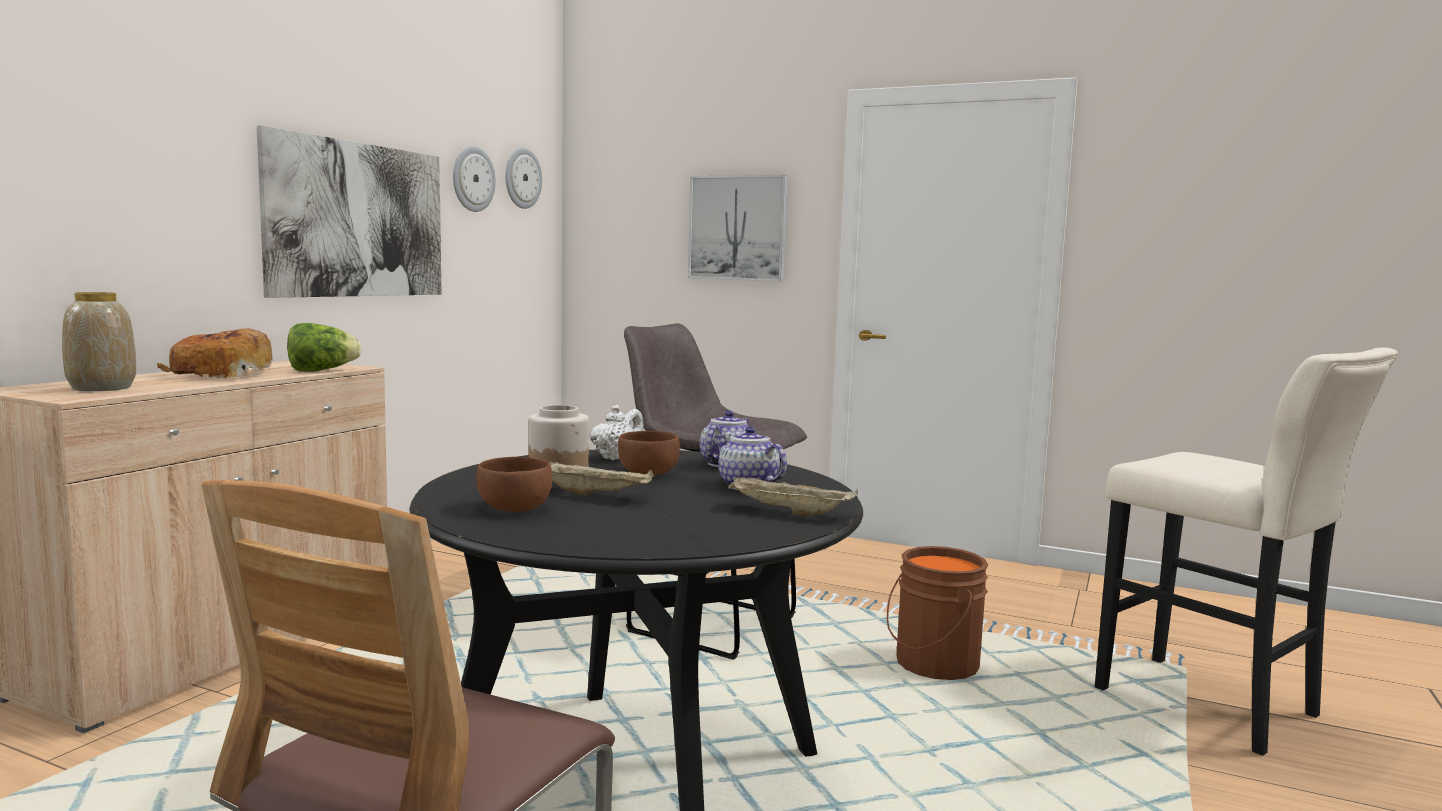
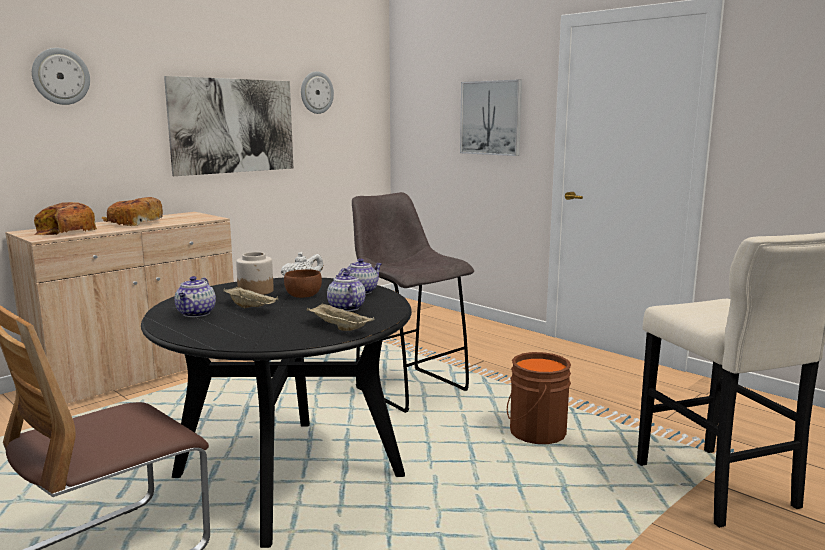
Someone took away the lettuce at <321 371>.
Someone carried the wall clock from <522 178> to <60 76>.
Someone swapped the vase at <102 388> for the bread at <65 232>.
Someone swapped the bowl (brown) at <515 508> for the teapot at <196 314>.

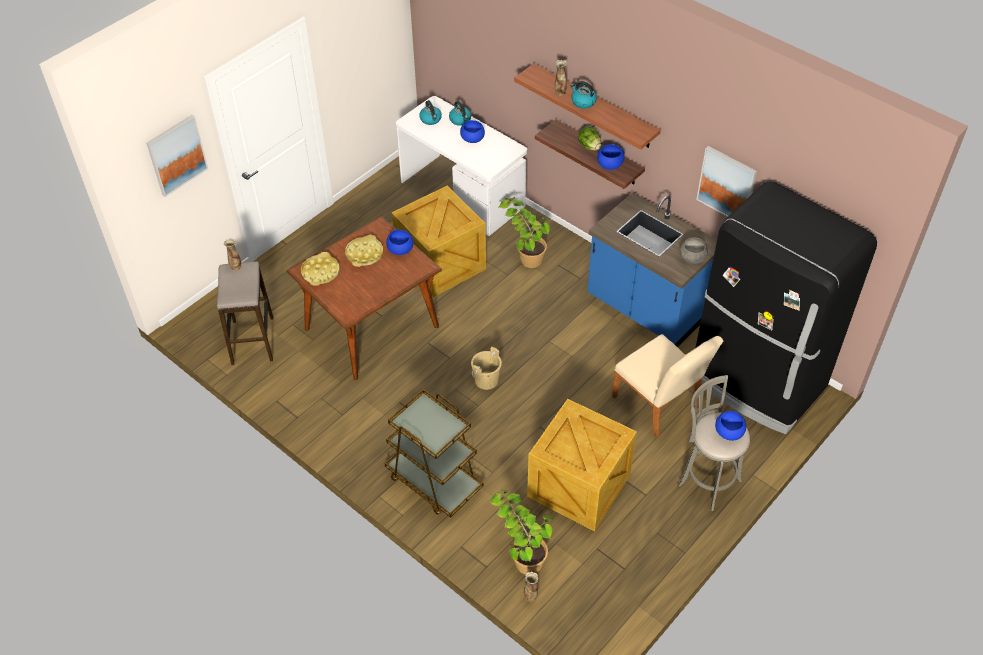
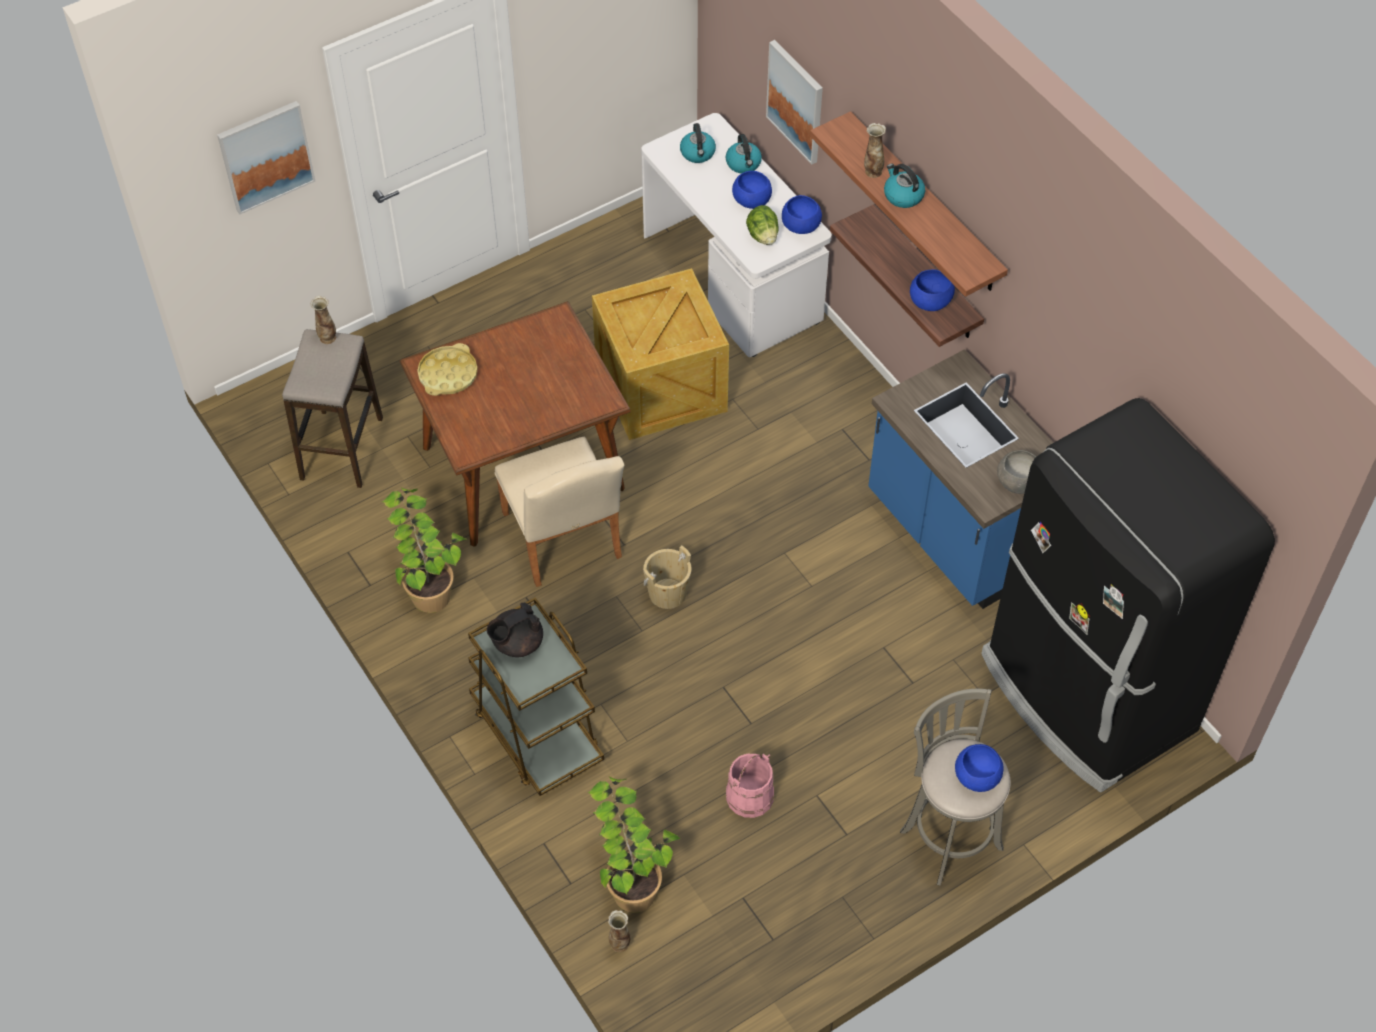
Someone took away the tray (yellow) at <364 254>.
Someone put down the teapot (black) at <516 643>.
Someone carried the bowl (blue) from <400 249> to <800 225>.
Someone carried the potted plant from <525 252> to <428 579>.
Someone carried the lettuce from <589 146> to <763 236>.
Someone carried the chair (beige) from <660 405> to <564 541>.
Someone carried the picture from <727 184> to <796 101>.
Someone swapped the crate at <579 487> for the bucket (pink) at <750 796>.

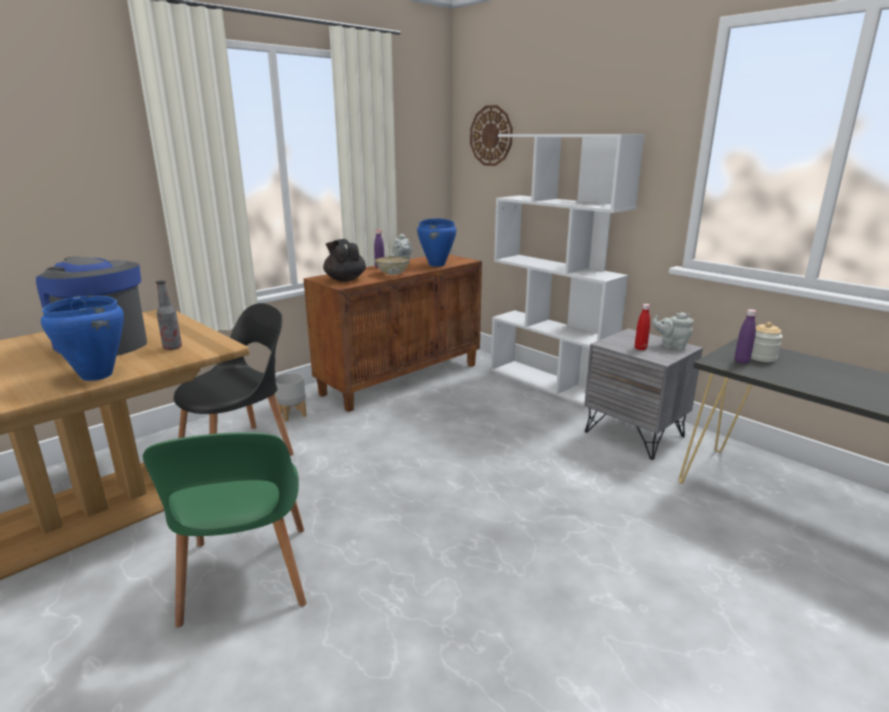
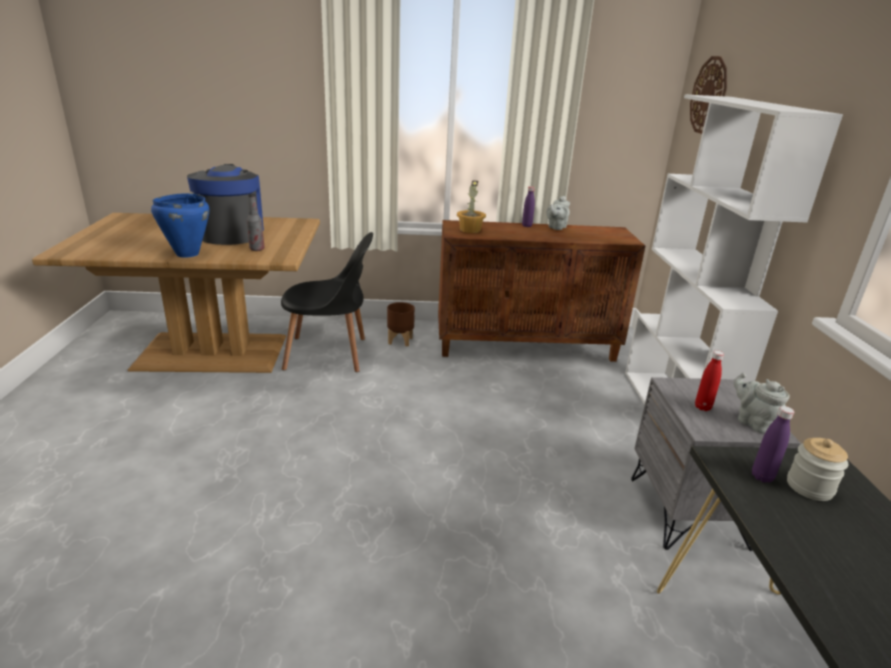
Someone took away the chair (green) at <246 578>.
Someone took away the bowl at <393 273>.
Someone took away the cooking pot (blue) at <437 264>.
Someone swapped the teapot (black) at <345 279> for the potted plant at <470 229>.
Someone repainted the planter (grey) at <292 415>, which became the planter (brown) at <400 341>.

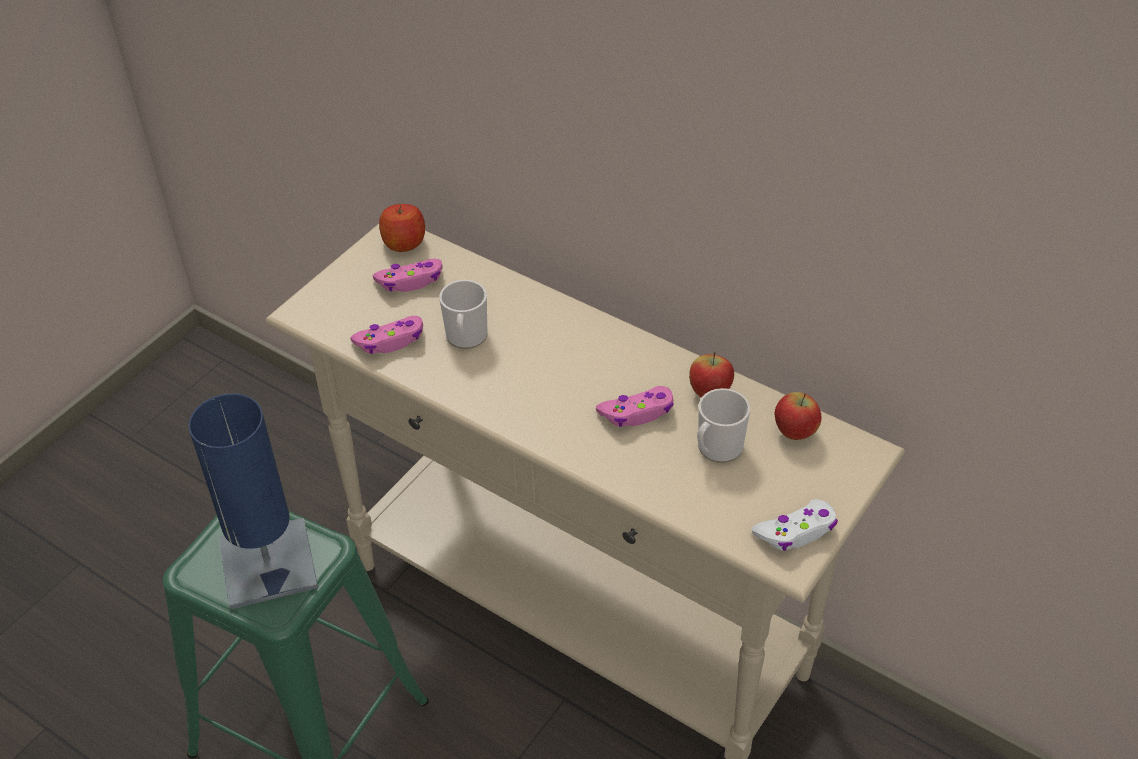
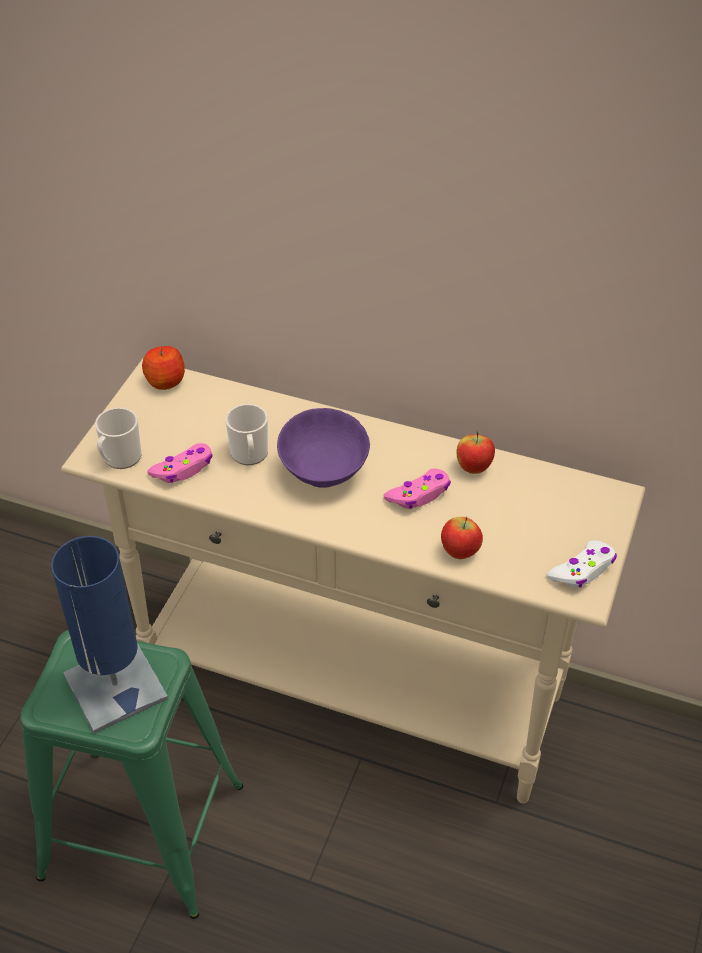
Someone took away the game controller (pink) at <411 281>.
Someone put down the bowl (purple) at <322 474>.
Someone carried the mug from <716 449> to <119 459>.
Someone carried the apple from <794 433> to <459 552>.

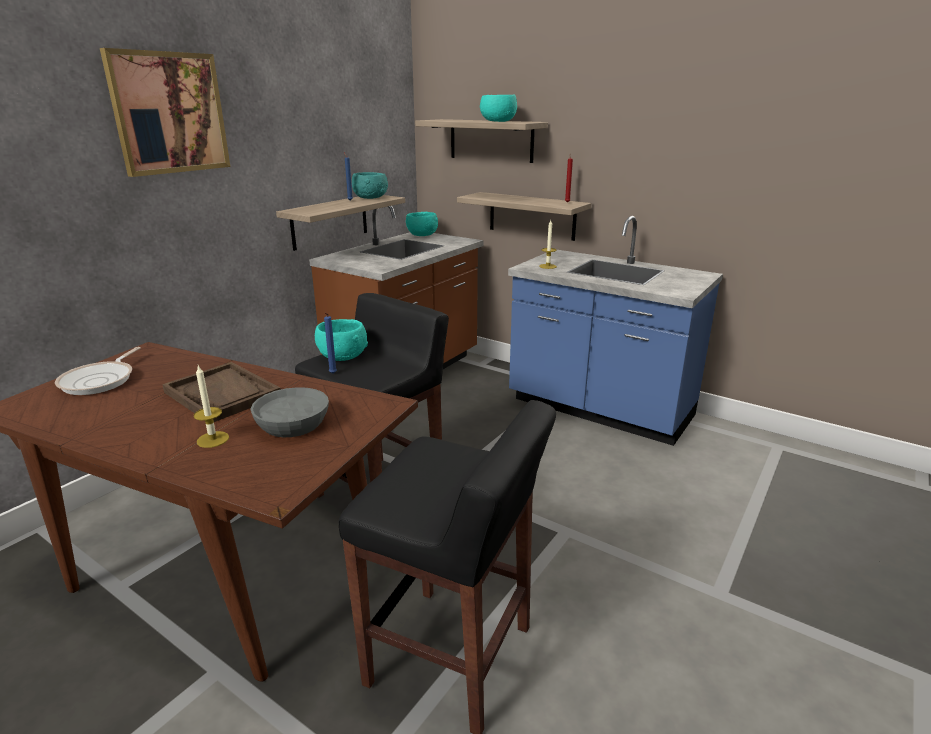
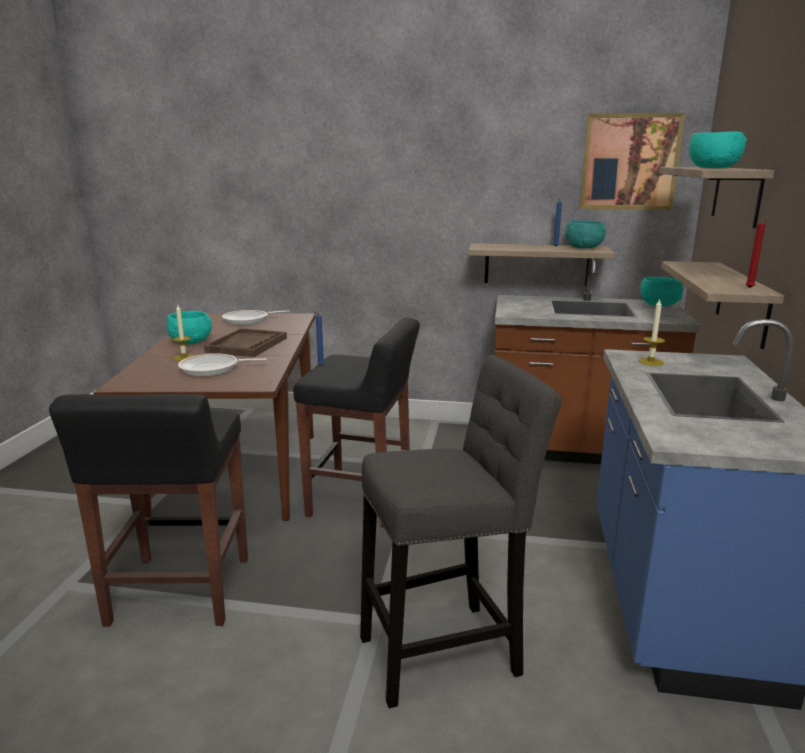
Someone put down the stool (grey) at <447 652>.
Someone carried the picture from <169 113> to <629 162>.
Someone carried the bowl (turquoise) from <342 356> to <191 341>.
Someone swapped the bowl (grey) at <294 424> for the frying pan at <212 369>.

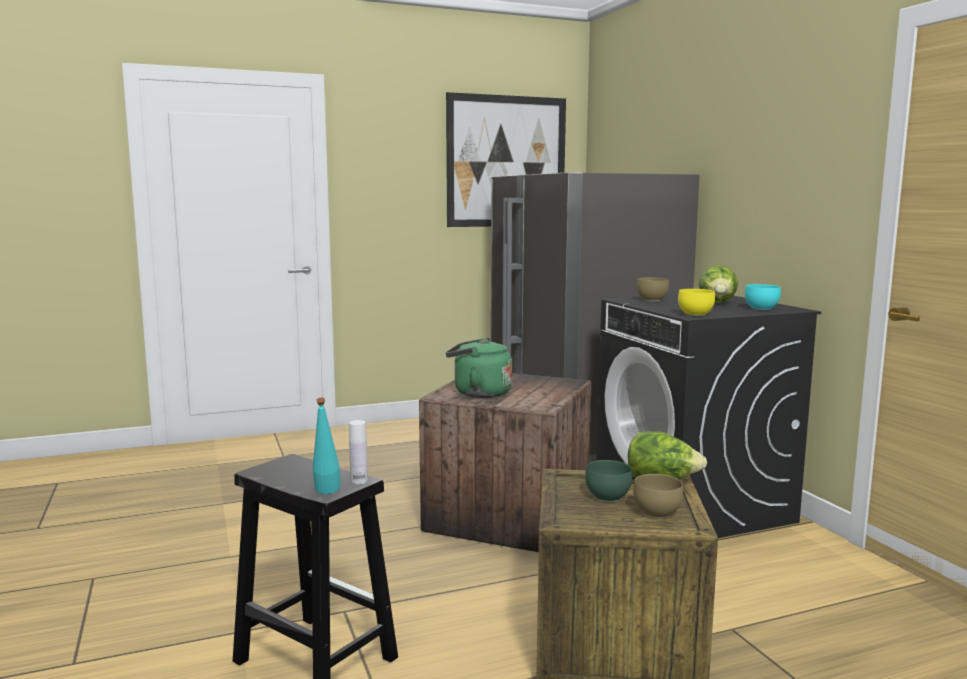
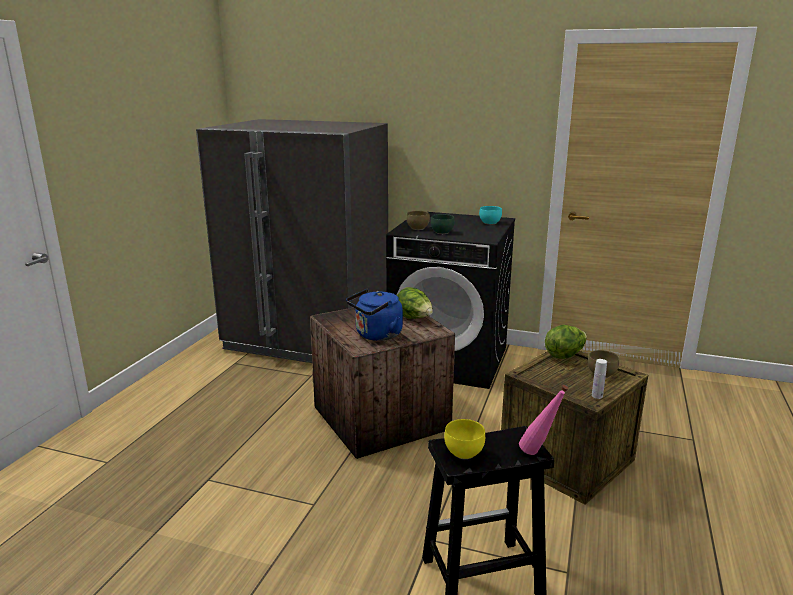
Someone took away the picture at <506 162>.
Someone carried the bottle (white) from <359 481> to <597 396>.
Someone carried the bowl (green) from <606 496> to <441 232>.
Someone carried the bowl (yellow) from <695 315> to <464 454>.
Someone carried the lettuce from <717 303> to <414 318>.
Someone repainted the bottle (turquoise) at <326 495>, which became the bottle (pink) at <539 454>.
Someone repainted the kettle (green) at <478 393>, which became the kettle (blue) at <376 335>.

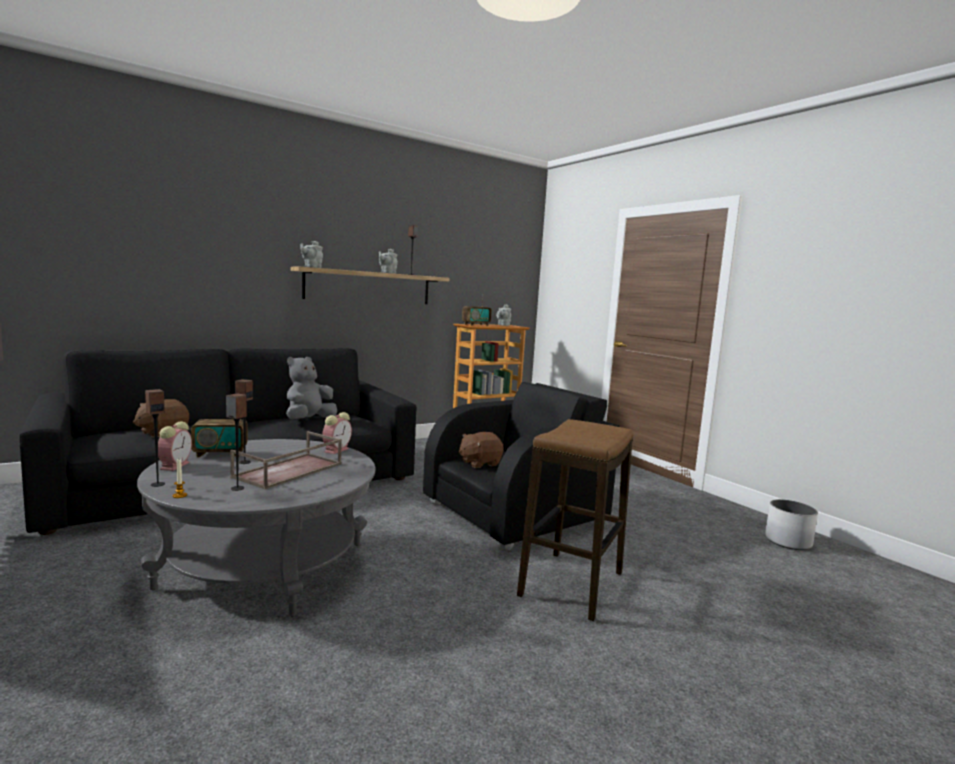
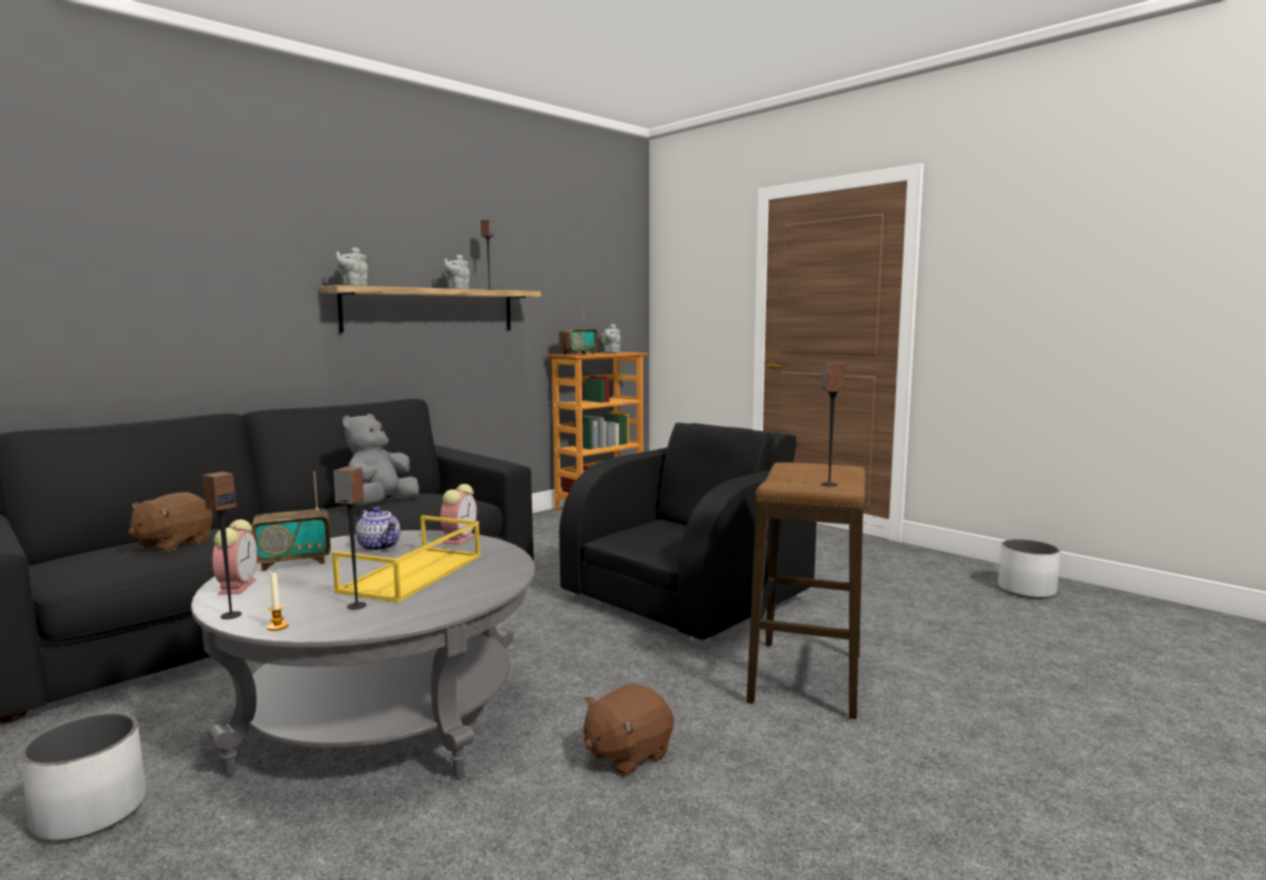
Someone put down the planter (white) at <90 813>.
Someone put down the teapot at <380 547>.
Someone carried the speaker from <244 462> to <828 484>.
Someone carried the plush toy (brown) from <479 463> to <627 754>.
Someone repainted the tray (brown) at <288 471>, which became the tray (yellow) at <413 574>.

